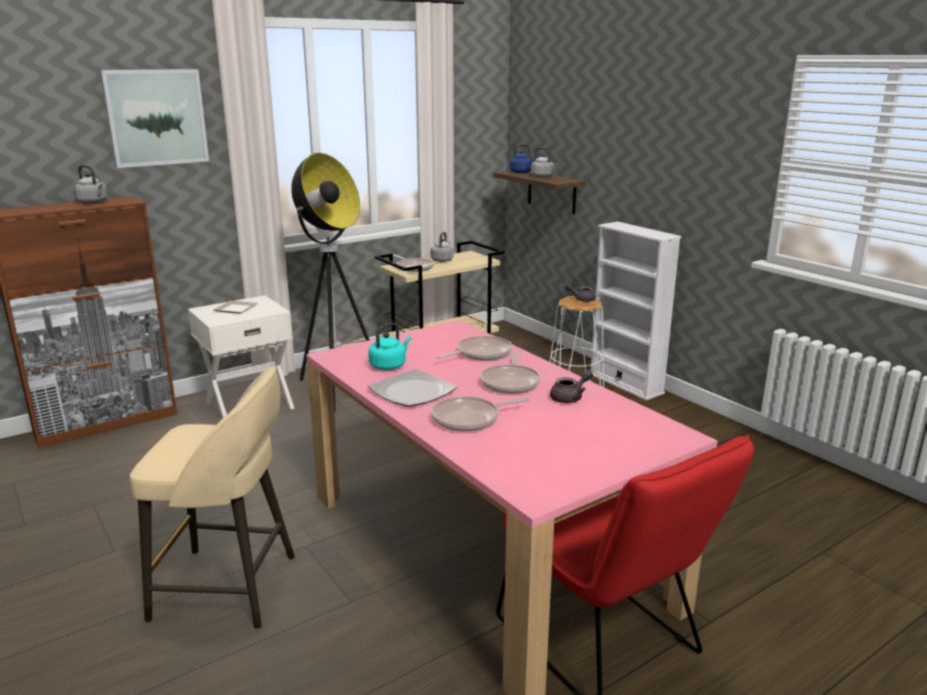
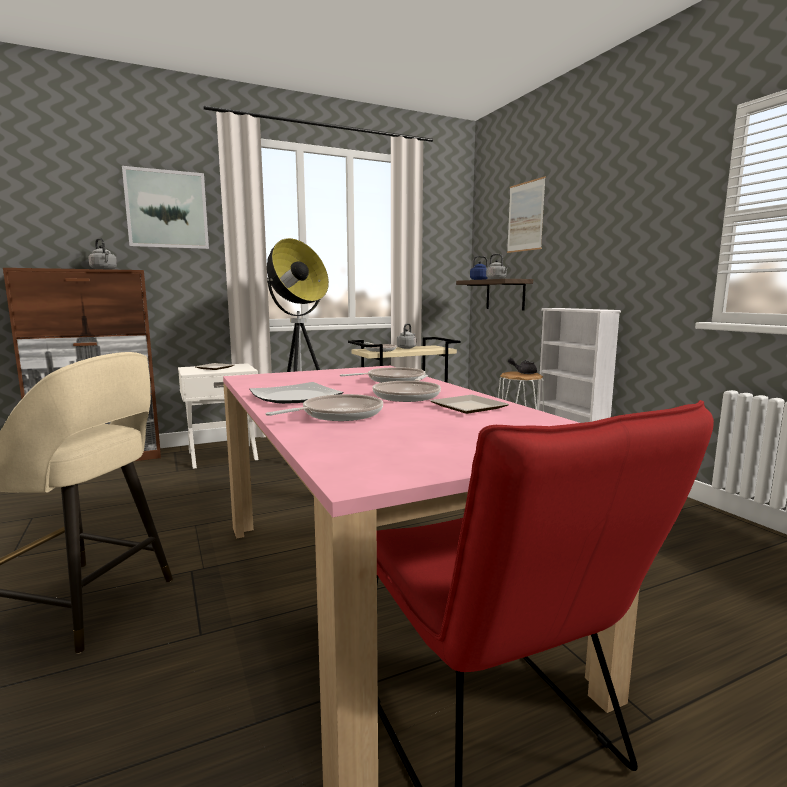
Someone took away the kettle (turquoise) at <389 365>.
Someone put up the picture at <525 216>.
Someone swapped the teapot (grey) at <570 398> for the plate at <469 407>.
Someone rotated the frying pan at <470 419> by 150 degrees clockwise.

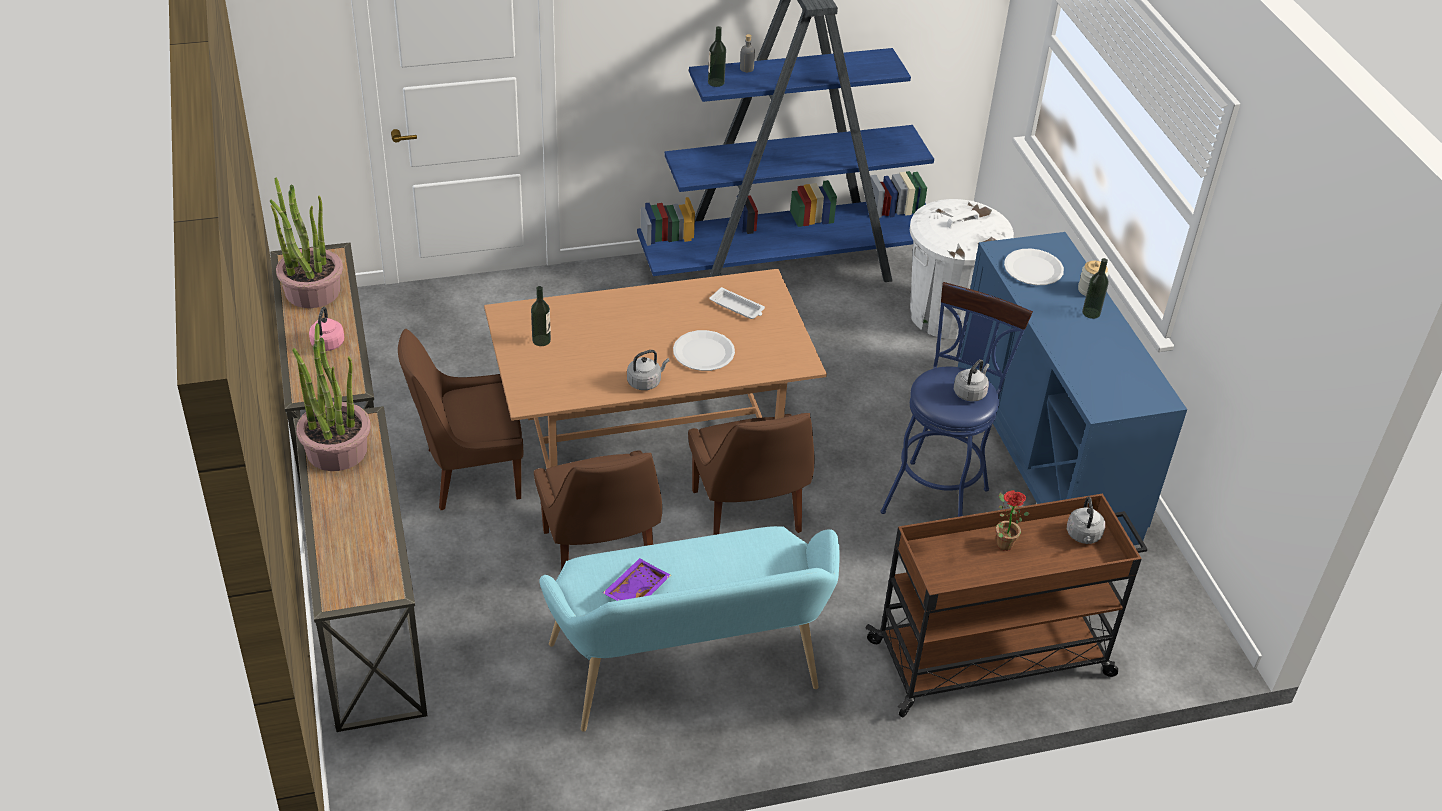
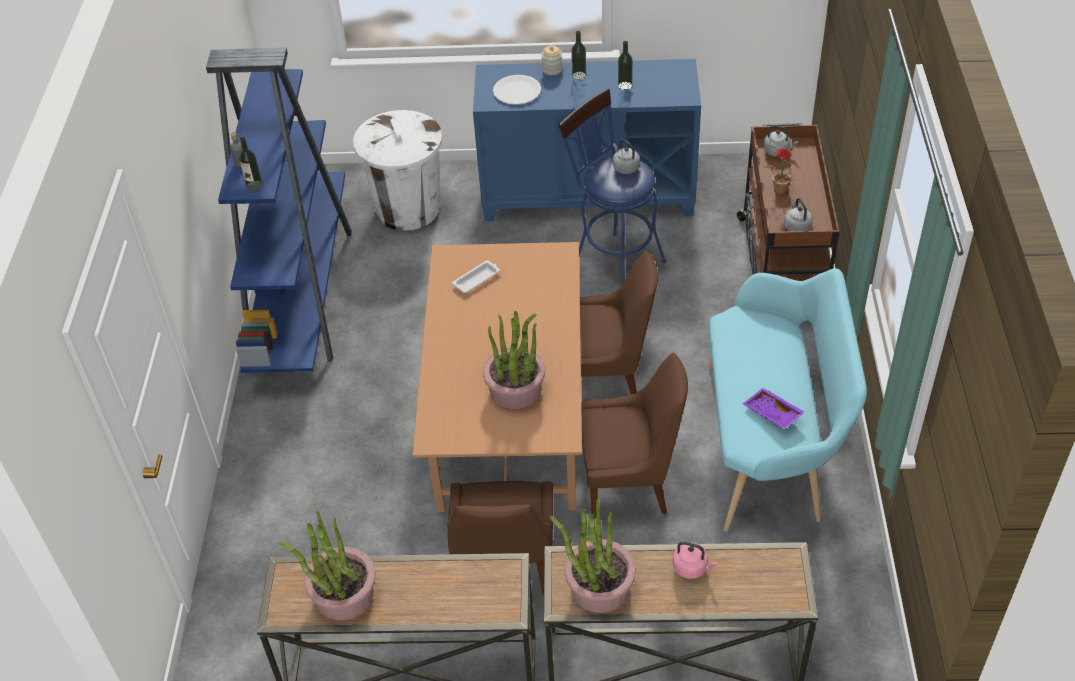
Someone took away the plate (white) at <703 352>.
Someone put down the potted plant at <516 389>.
Someone carried the kettle (pink) from <327 345> to <692 567>.
Someone carried the bottle from <541 340> to <625 86>.
Someone carried the kettle (grey) from <645 382> to <796 226>.

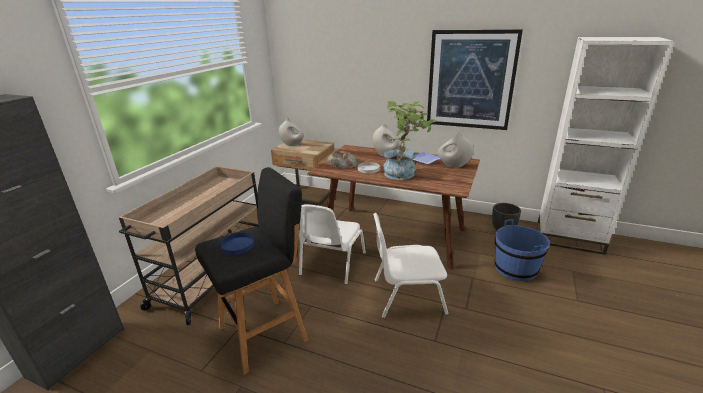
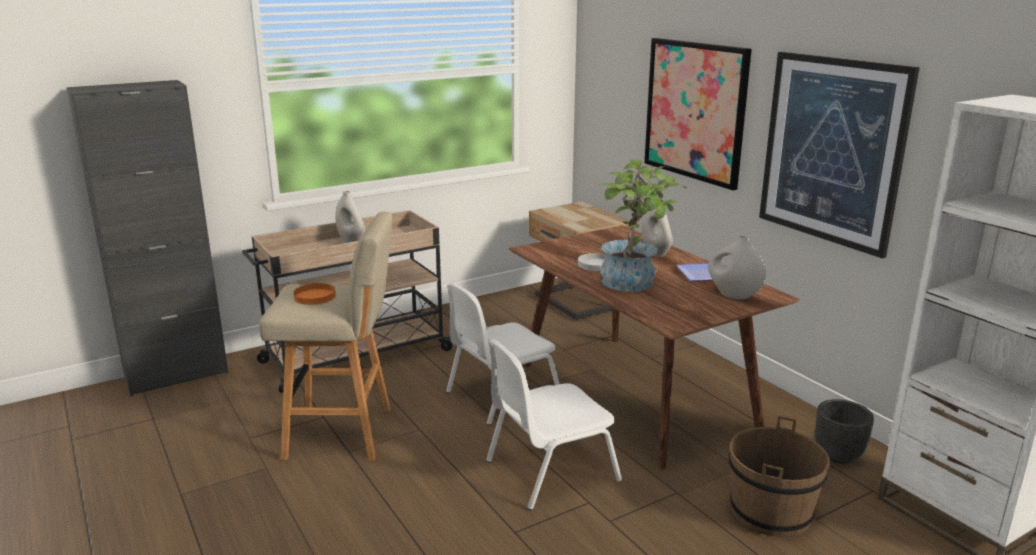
Someone took away the bread at <342 162>.
Someone put up the picture at <695 111>.
Someone carried the vase (white) from <292 145> to <352 242>.
Someone repainted the stool (black) at <266 332>, which became the stool (beige) at <343 433>.
Someone repainted the plate (blue) at <237 245>, which became the plate (orange) at <314 296>.
Someone repainted the bucket (blue) at <515 268>, which became the bucket (brown) at <771 512>.
Someone rotated the chair (white) at <407 295> by 60 degrees counterclockwise.

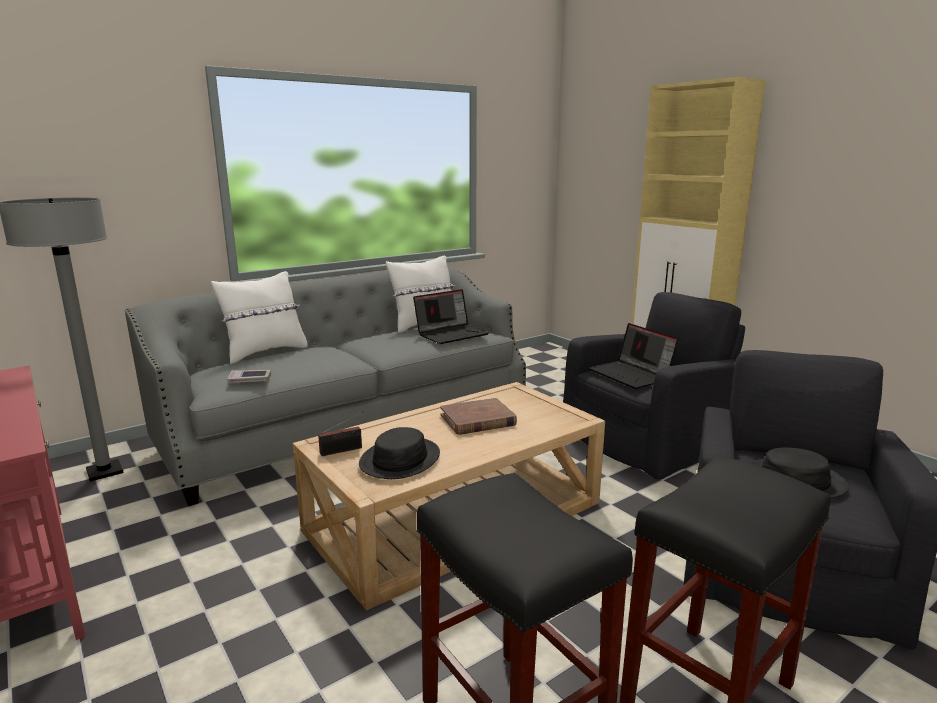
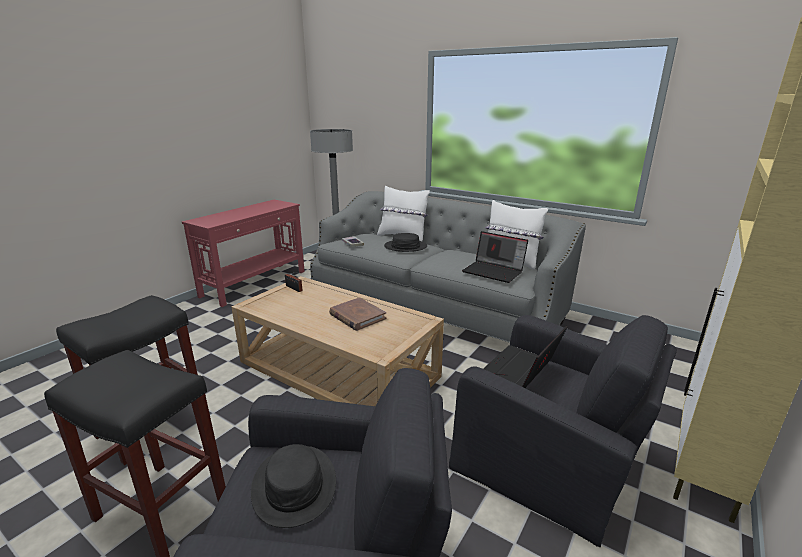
Someone carried the hat (black) from <400 459> to <405 247>.

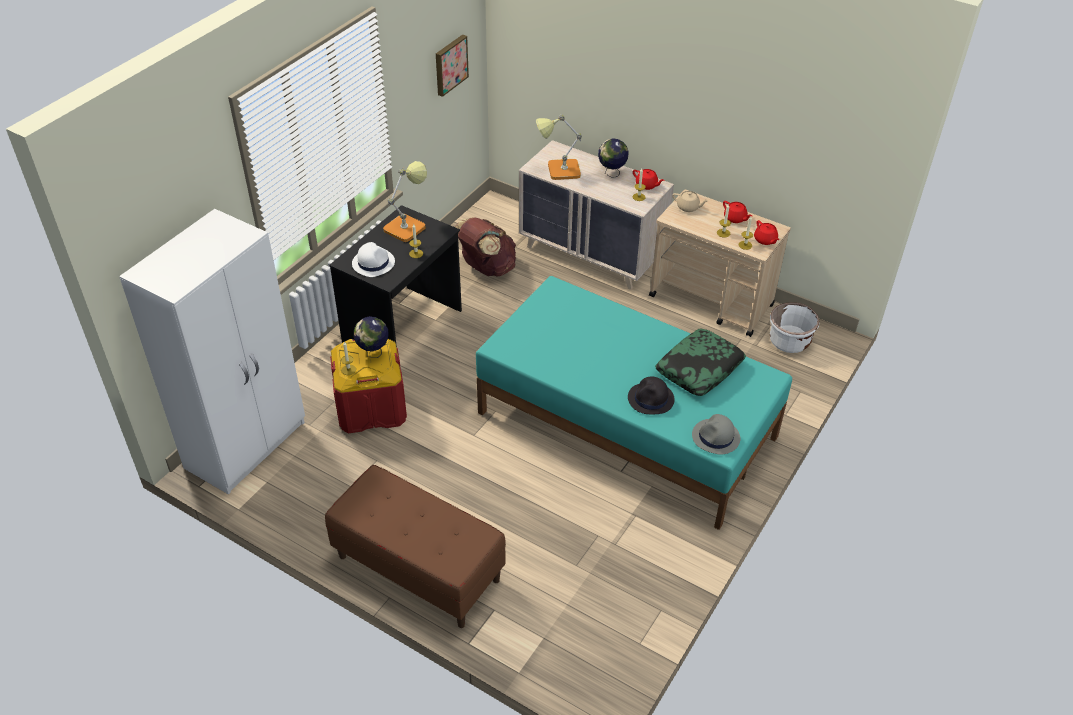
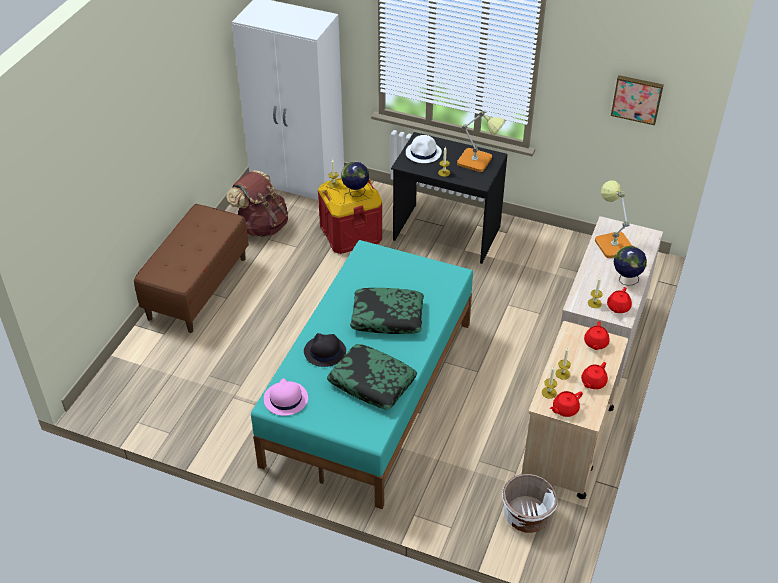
Someone put down the pillow at <387 317>.
Someone carried the backpack (brown) from <486 268> to <262 226>.
Someone repainted the teapot (beige) at <688 207>, which became the teapot (red) at <595 343>.
Someone repainted the hat (grey) at <716 437>, which became the hat (pink) at <285 399>.

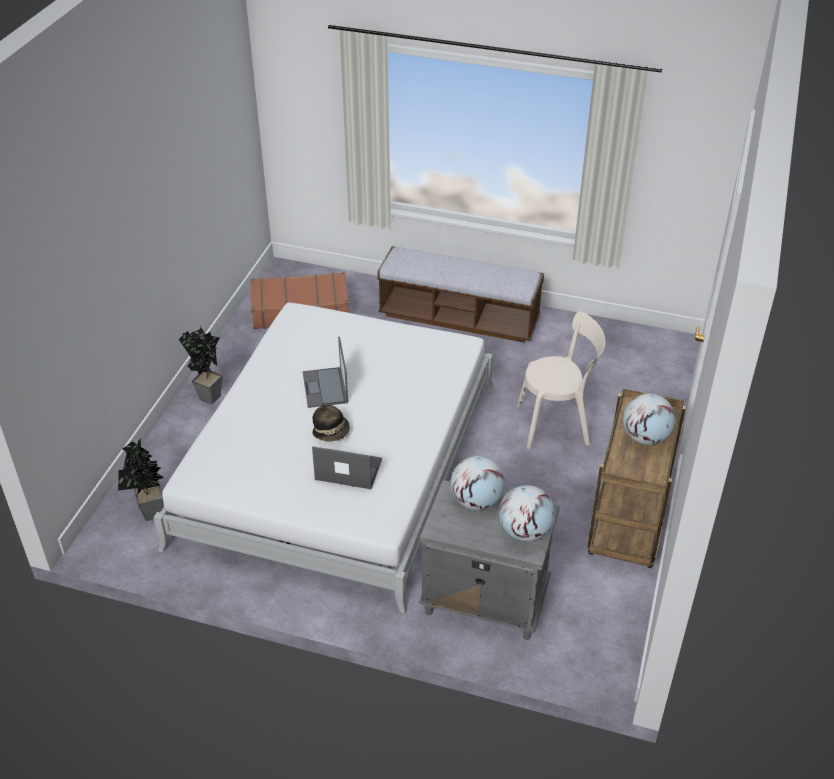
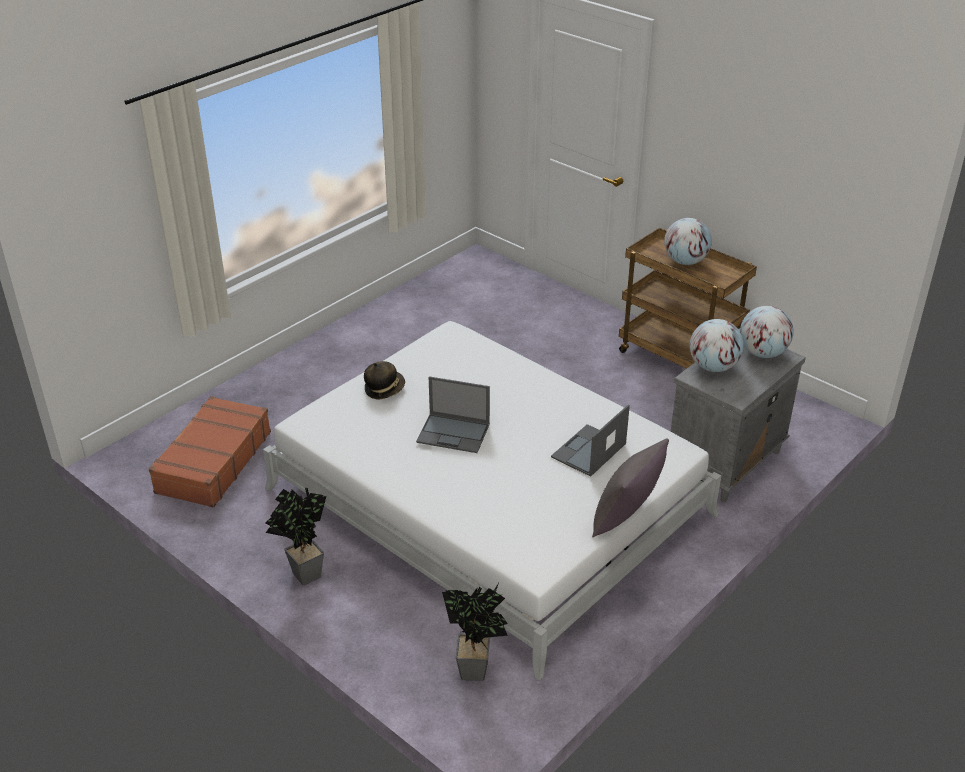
Someone took away the bench at <459 318>.
Someone took away the chair (beige) at <557 424>.
Someone put down the pillow (grey) at <626 518>.
Someone carried the hat from <331 432> to <384 389>.

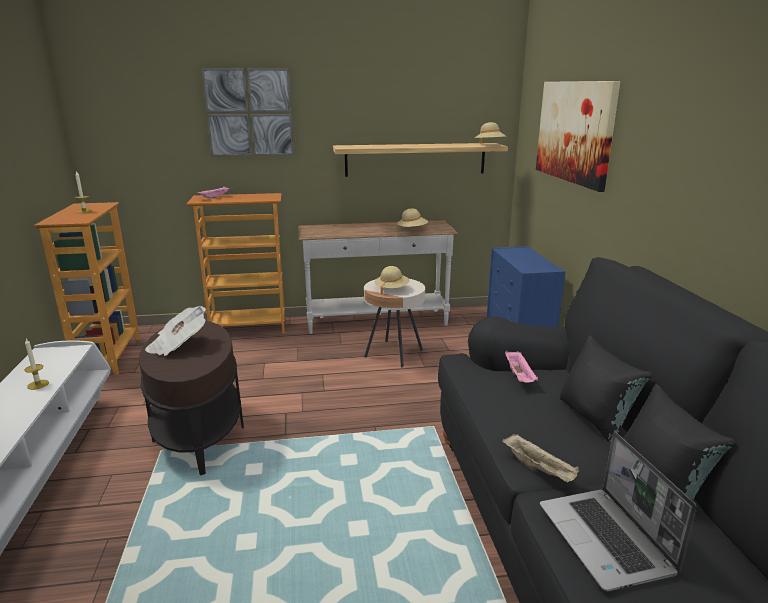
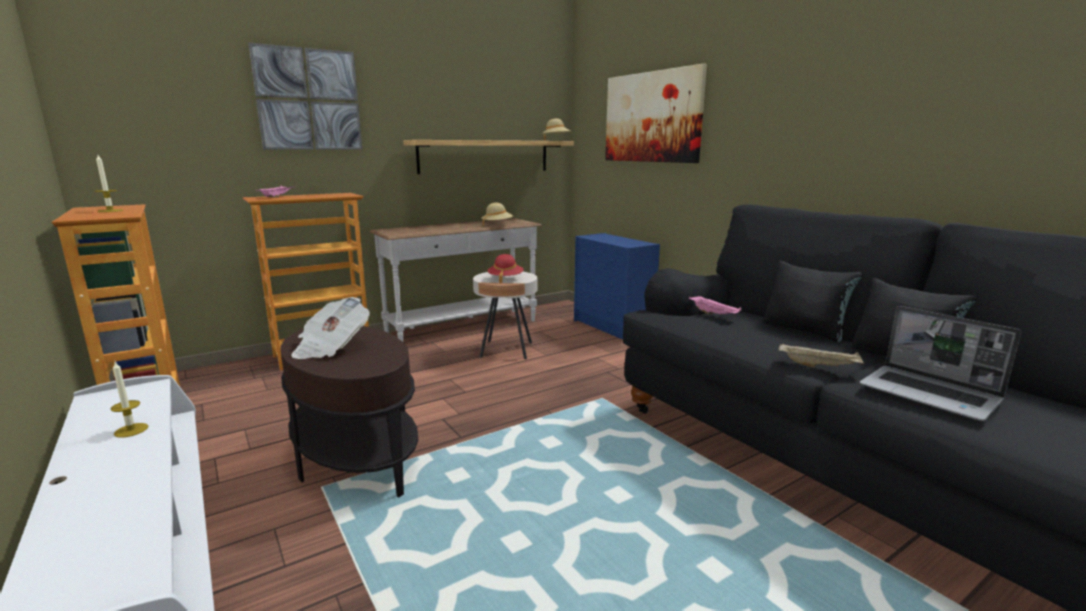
Someone repainted the hat (beige) at <391 289>, which became the hat (red) at <505 279>.

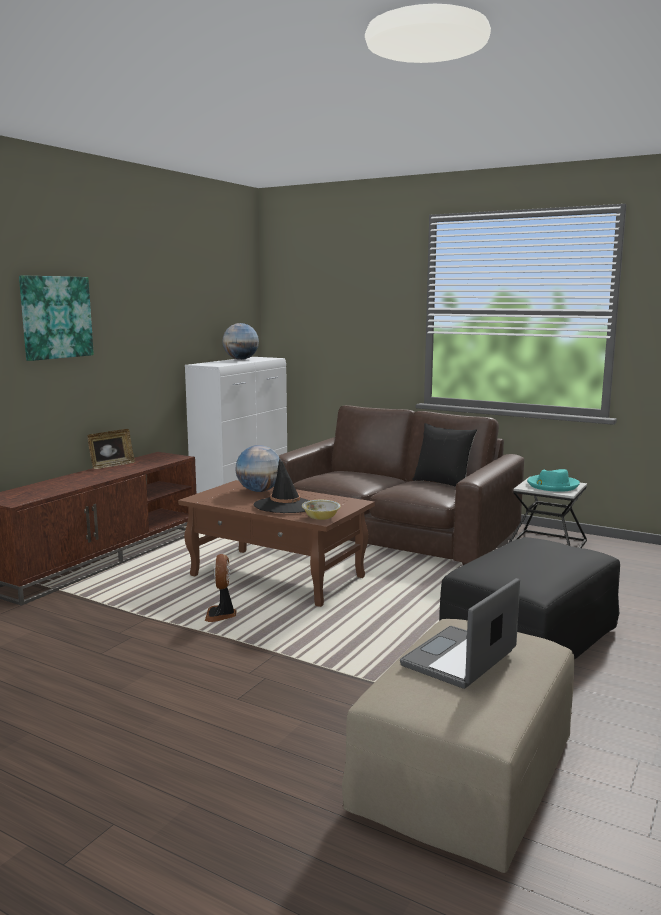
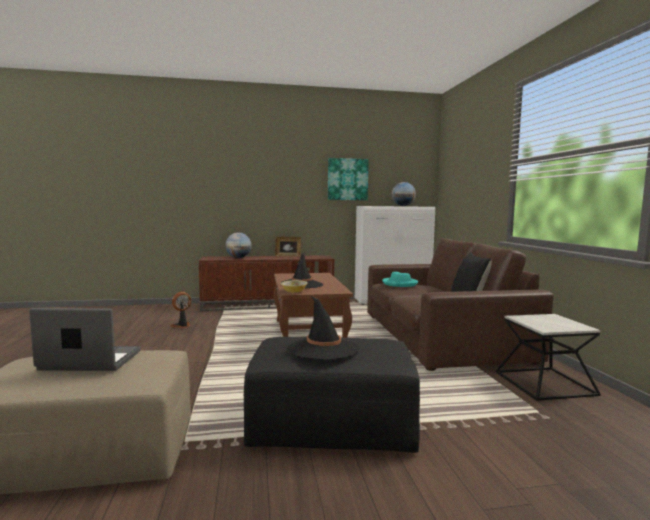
Someone put down the hat (black) at <323 349>.
Someone carried the picture from <56 317> to <347 179>.
Someone carried the fan from <221 614> to <182 326>.
Someone carried the globe from <259 491> to <238 258>.
Someone carried the hat (turquoise) from <552 485> to <399 283>.

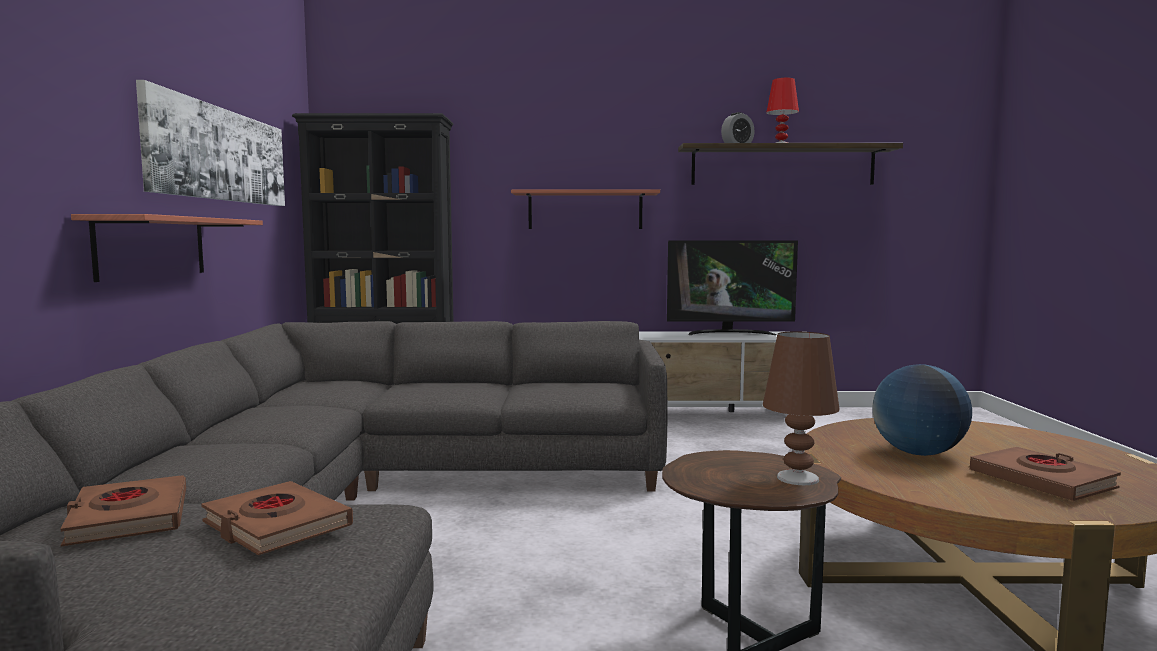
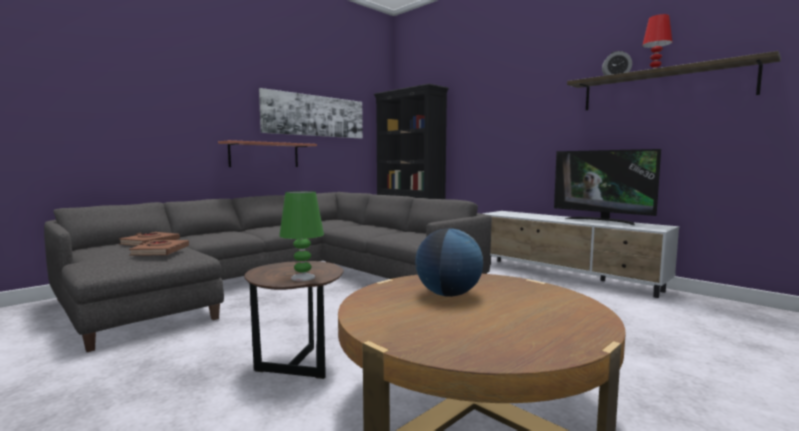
Someone took away the shelf at <585 210>.
Someone took away the book (brown) at <1042 481>.
Someone repainted the table lamp (brown) at <798 478>, which became the table lamp (green) at <302 278>.

